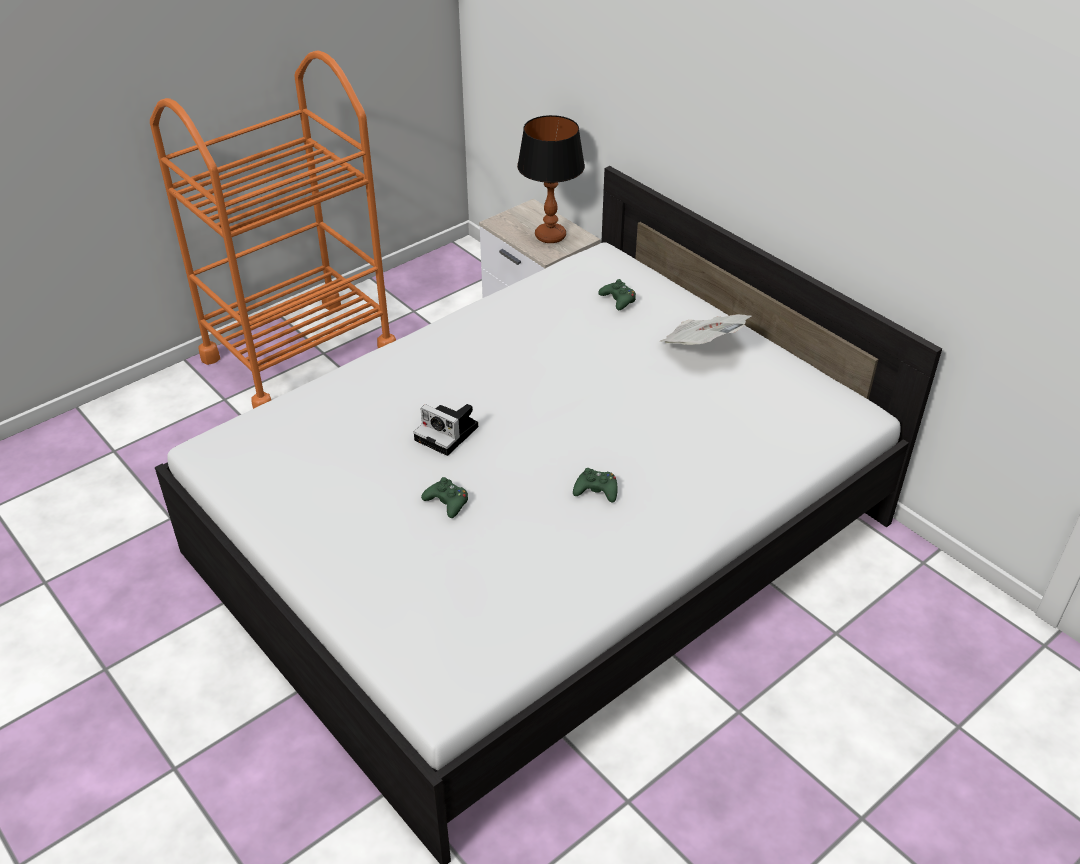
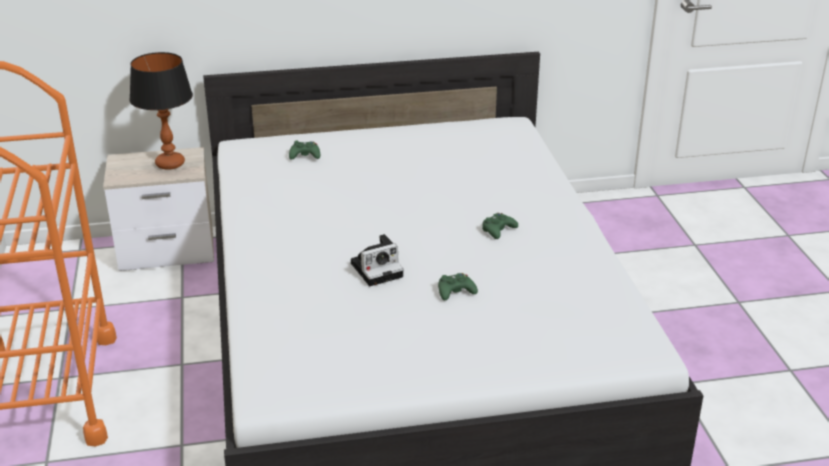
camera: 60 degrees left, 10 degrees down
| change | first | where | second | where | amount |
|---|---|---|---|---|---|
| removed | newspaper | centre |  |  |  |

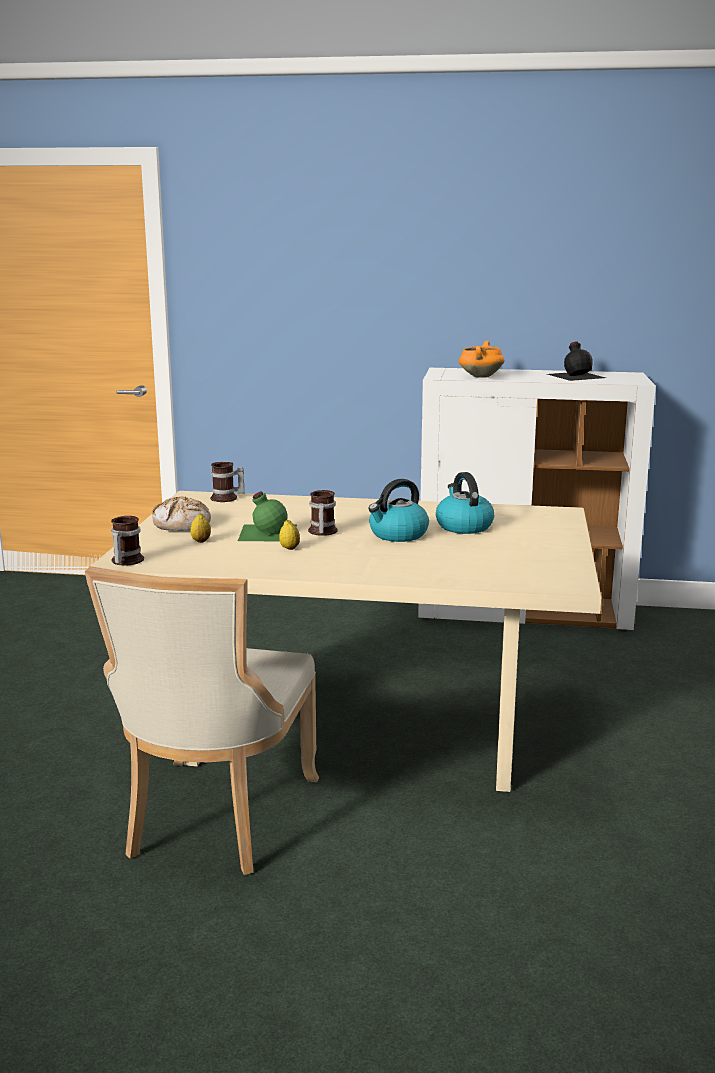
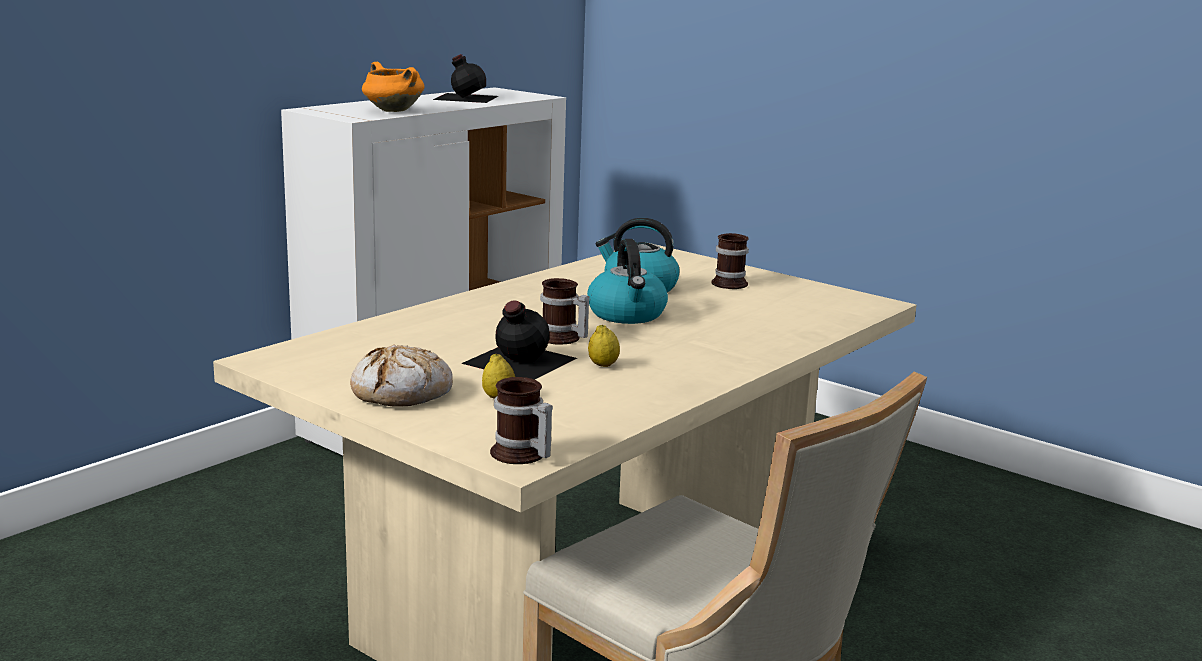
camera: 60 degrees left, 0 degrees up
| change | first | where | second | where | amount |
|---|---|---|---|---|---|
| recoloured | green bottle | centre | black bottle (2nd from left) | centre |  |
| moved | mug (2nd from left in the first image) | middle left | mug (3rd from left) | centre |  |

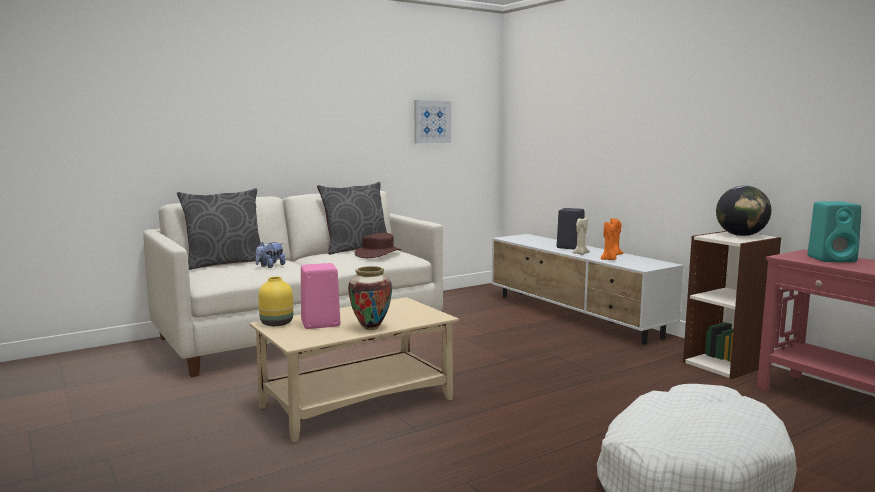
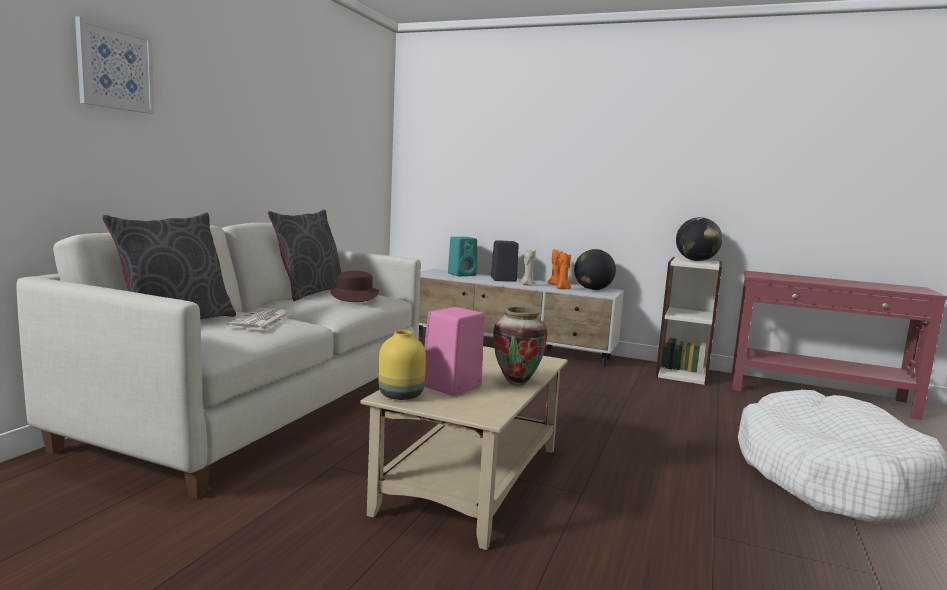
camera: 35 degrees left, 0 degrees up
| change | first | where | second | where | amount |
|---|---|---|---|---|---|
| moved | picture | top centre |  | top left |  |
| replaced | plush toy | middle left | newspaper | middle left |  |
| moved | turquoise speaker | middle right |  | centre |  |
| added |  |  | globe (1st from left) | centre |  |

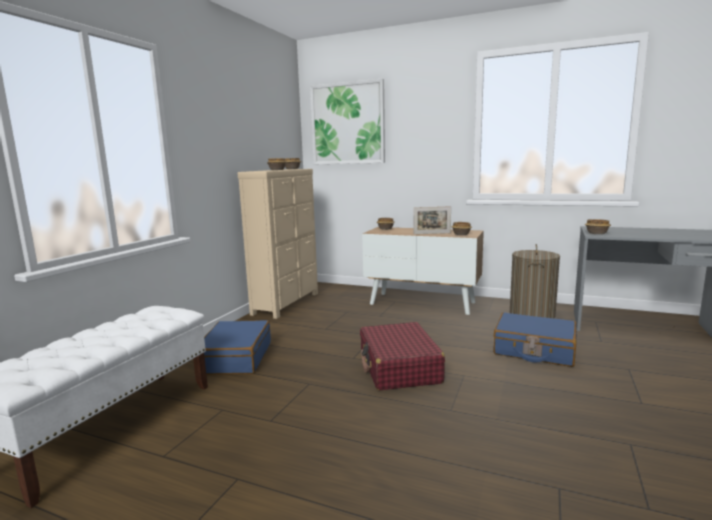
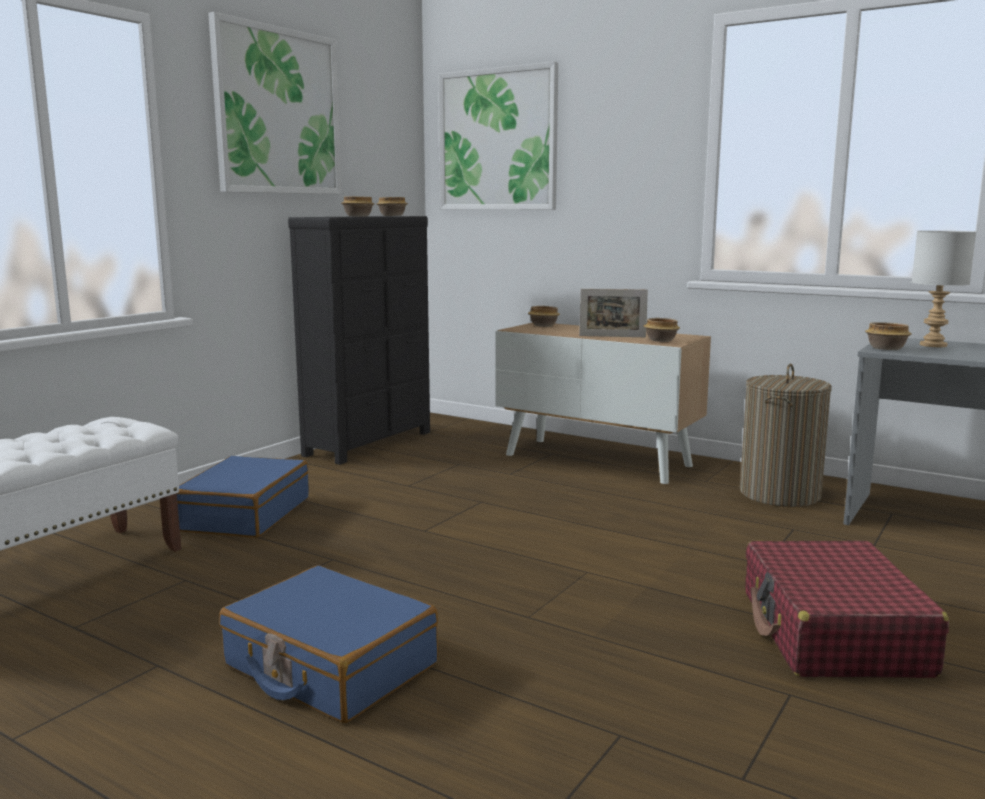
camera: 10 degrees right, 0 degrees up
| change | first | where | second | where | amount |
|---|---|---|---|---|---|
| added |  |  | picture (1st from left) | top left |  |
| moved | blue suitcase (2nd from left) | middle right |  | bottom left |  |
| recoloured | beige dresser | centre | black dresser | centre |  |
| moved | red suitcase | bottom centre |  | bottom right |  |
| added |  |  | grey table lamp | middle right |  |

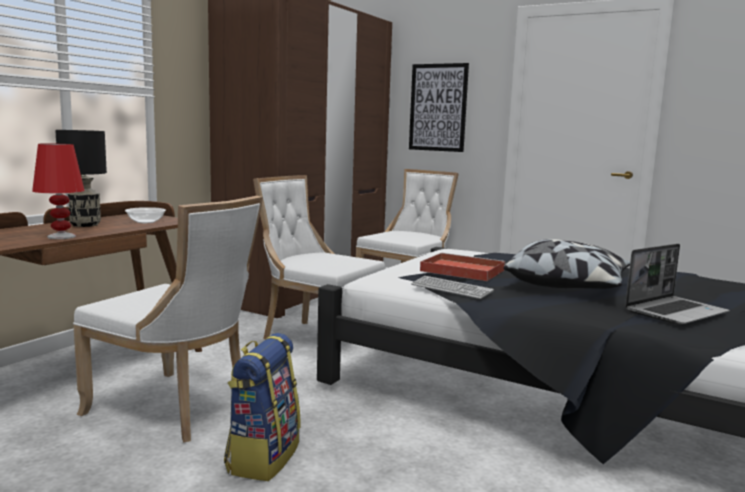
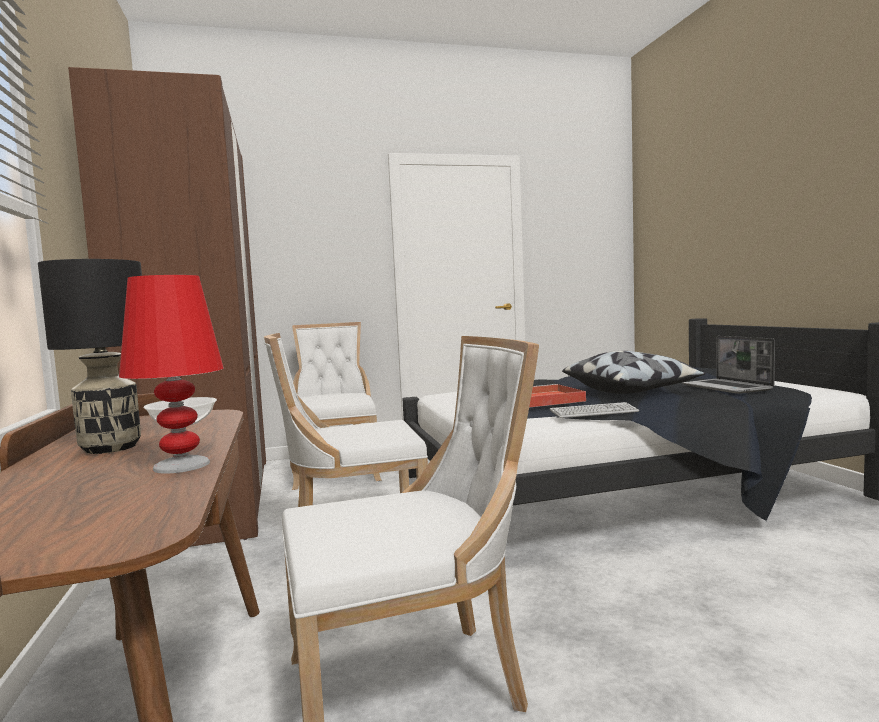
camera: 45 degrees left, 5 degrees down
| change | first | where | second | where | amount |
|---|---|---|---|---|---|
| turned | laptop | middle right |  | middle right | 150 degrees clockwise |
| removed | backpack | bottom centre |  |  |  |
| removed | picture | top centre |  |  |  |

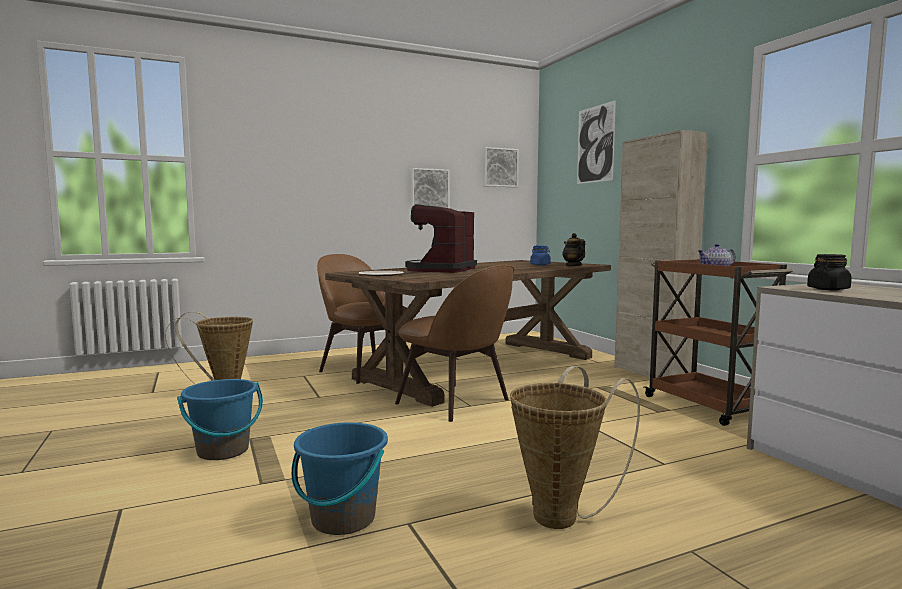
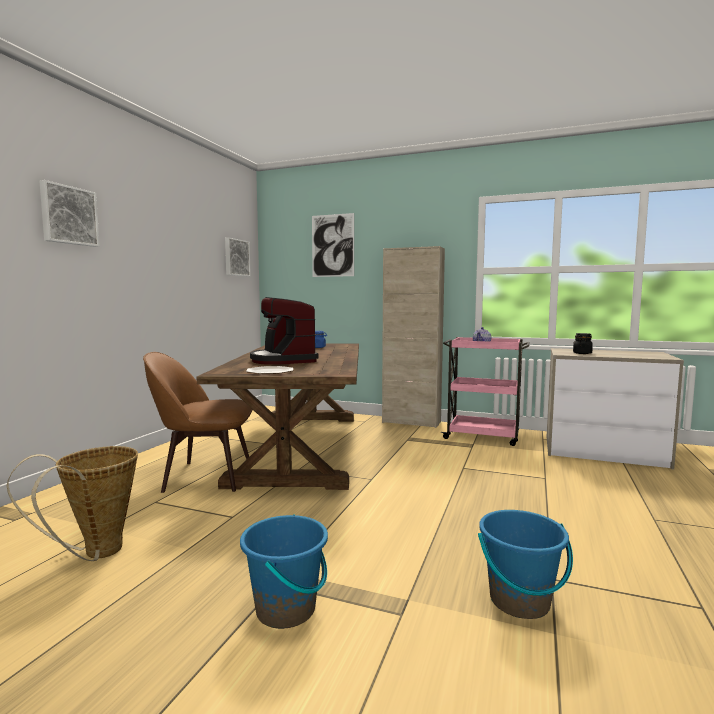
camera: 45 degrees left, 0 degrees up
| change | first | where | second | where | amount |
|---|---|---|---|---|---|
| moved | picture (1st from left) | top centre |  | top left |  |
| recoloured | brown cart | middle right | pink cart | middle right |  |
| removed | brown chair (2nd from left) | centre |  |  |  |
| removed | basket (2nd from left) | bottom centre |  |  |  |
| removed | teapot (1st from left) | centre |  |  |  |

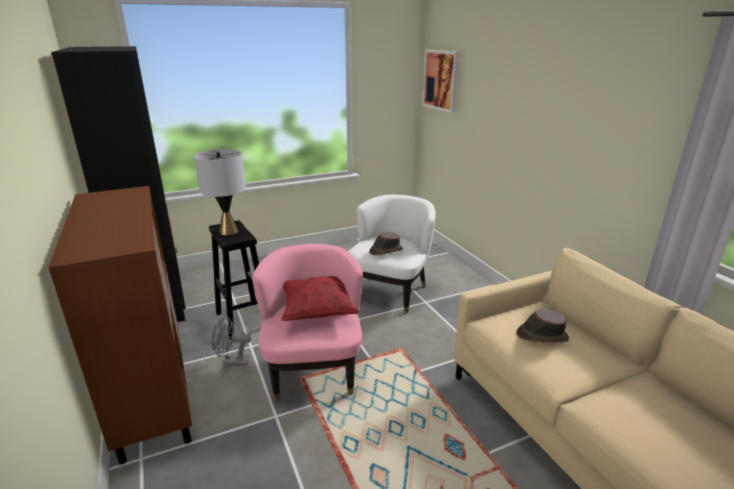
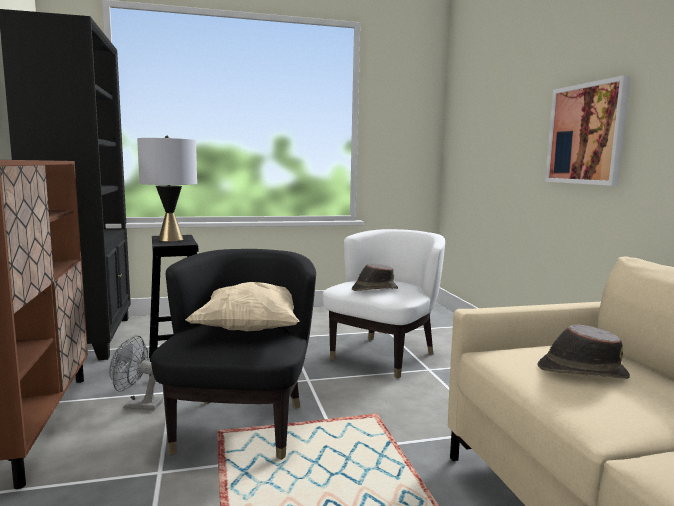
camera: 10 degrees right, 15 degrees down
| change | first | where | second | where | amount |
|---|---|---|---|---|---|
| recoloured | pink armchair | centre | black armchair | bottom centre |  |
| recoloured | red pillow | centre | beige pillow | centre |  |
| moved | picture | top centre |  | top right |  |

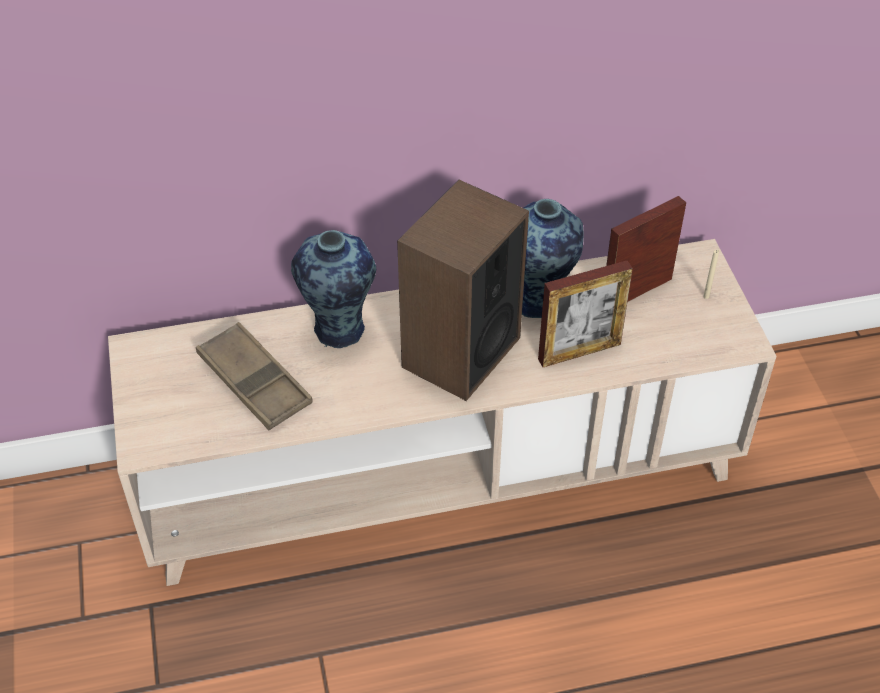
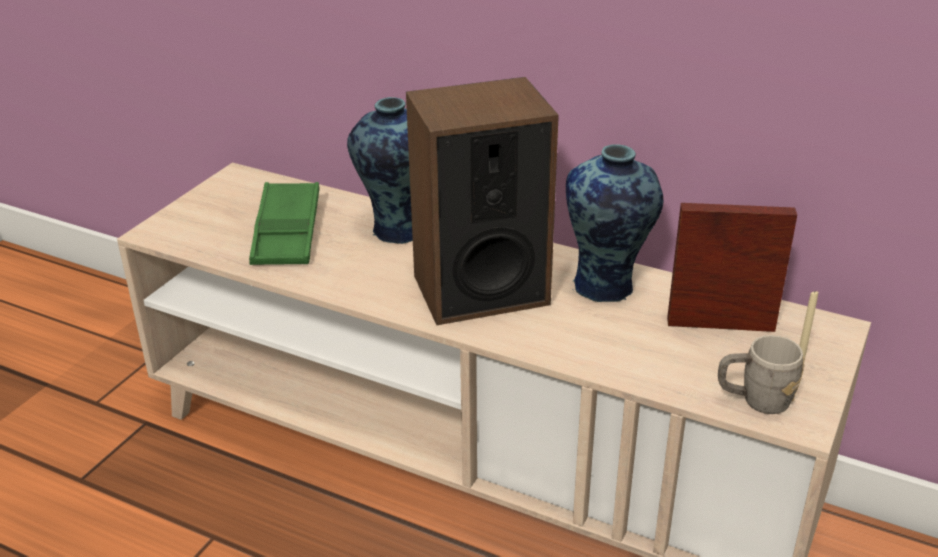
camera: 40 degrees right, 15 degrees down
| change | first | where | second | where | amount |
|---|---|---|---|---|---|
| recoloured | brown tray | middle left | green tray | middle left |  |
| added |  |  | grey mug | bottom right |  |
| removed | picture frame (1st from left) | centre |  |  |  |

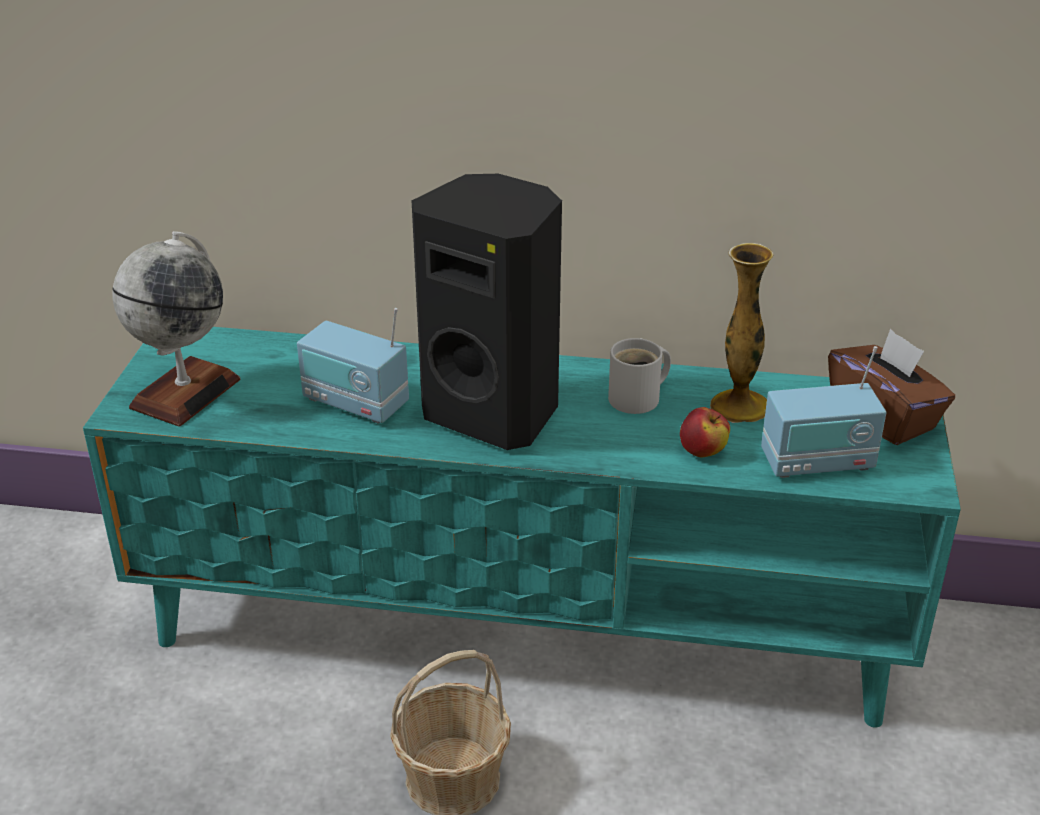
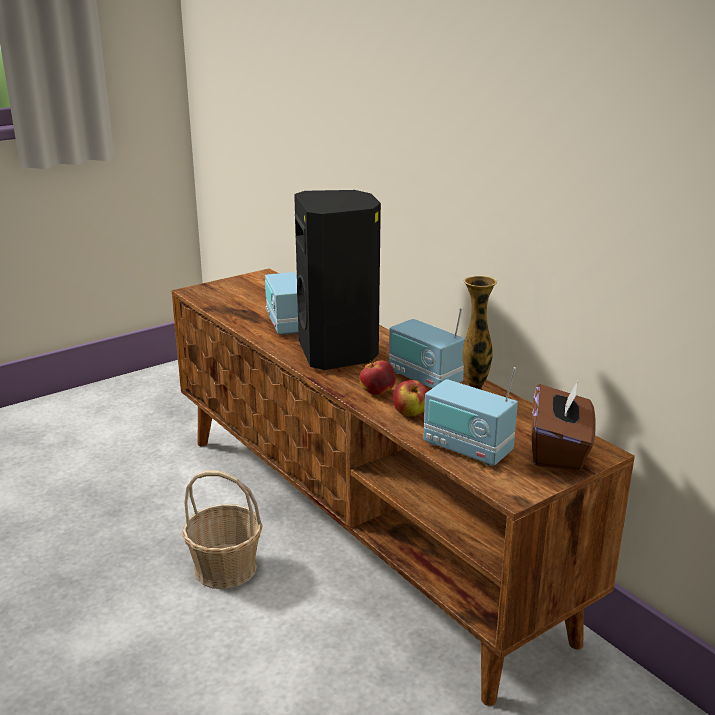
camera: 45 degrees right, 10 degrees down
| change | first | where | second | where | amount |
|---|---|---|---|---|---|
| recoloured | turquoise tv stand | centre | brown tv stand | bottom centre |  |
| added |  |  | apple (1st from left) | centre |  |
| replaced | white mug | centre | radio (2nd from left) | centre |  |
| removed | globe | middle left |  |  |  |

